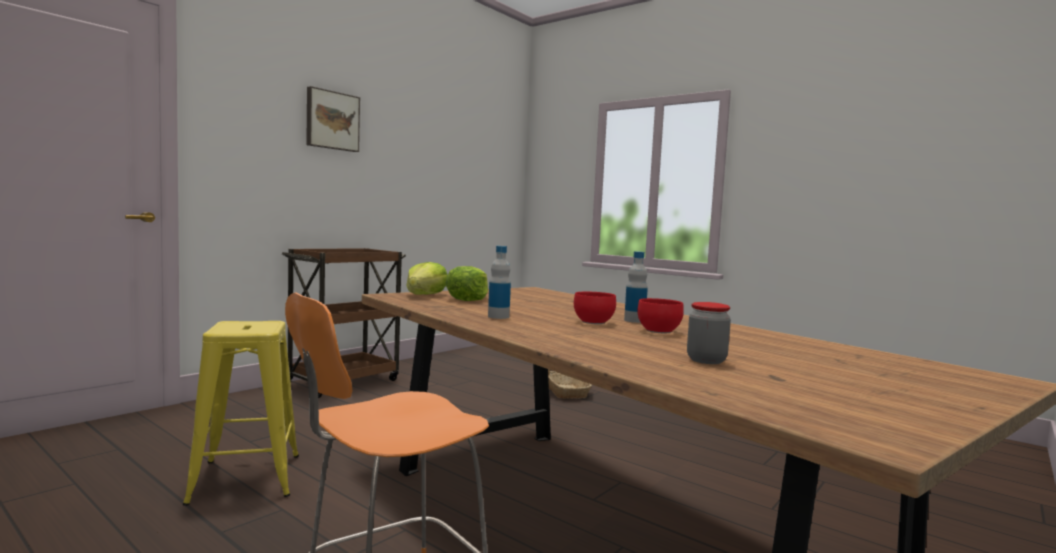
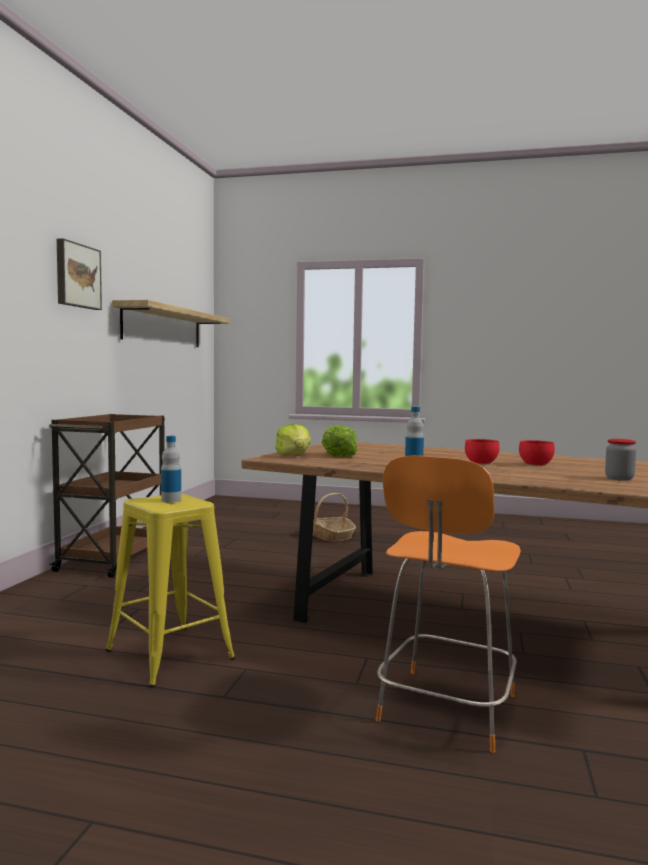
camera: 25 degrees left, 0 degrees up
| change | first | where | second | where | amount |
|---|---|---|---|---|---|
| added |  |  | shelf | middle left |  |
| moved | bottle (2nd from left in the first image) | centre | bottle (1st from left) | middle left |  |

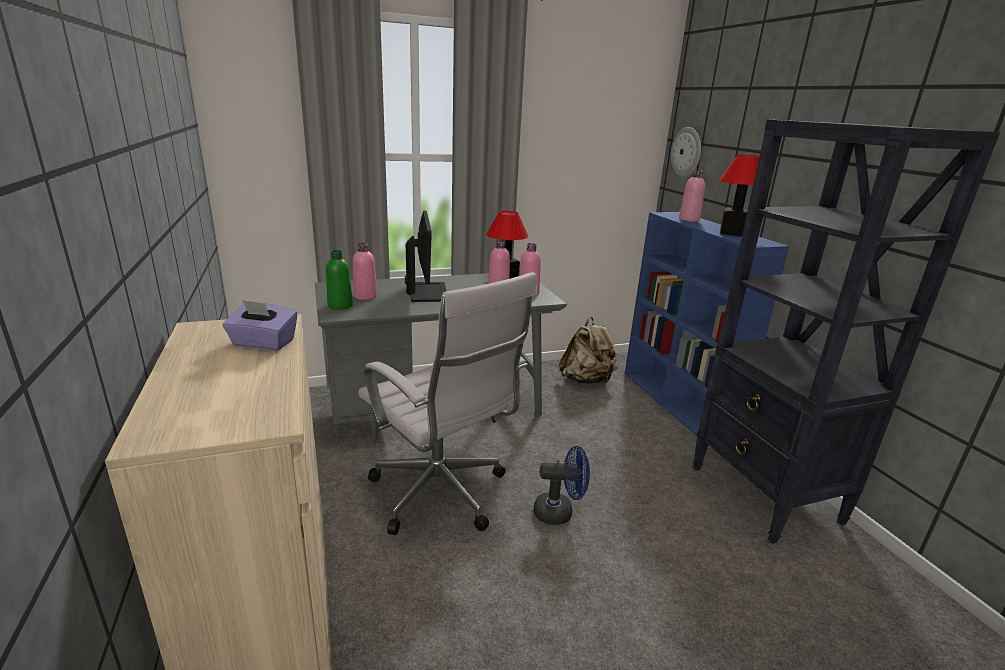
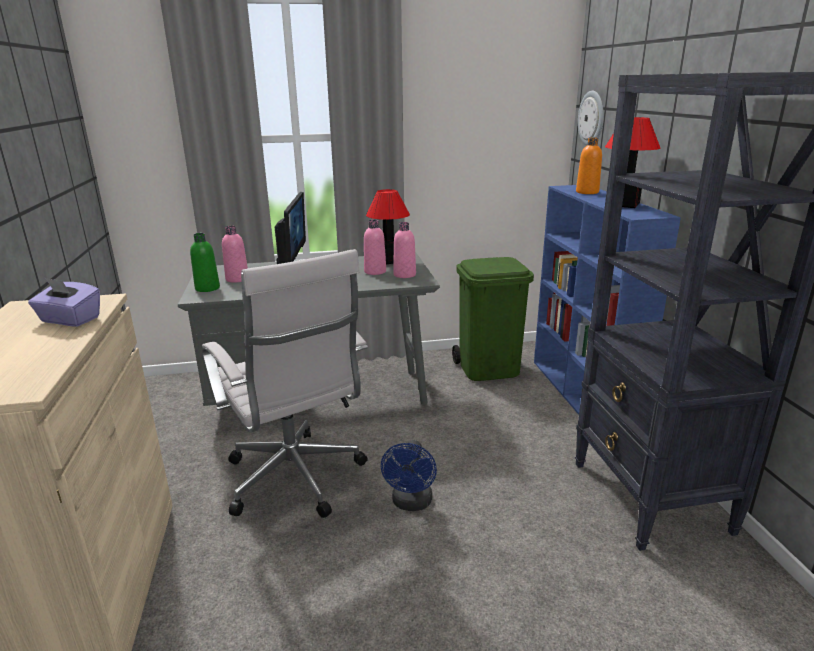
camera: 10 degrees right, 0 degrees up
| change | first | where | second | where | amount |
|---|---|---|---|---|---|
| turned | blue fan | bottom centre |  | bottom centre | 90 degrees clockwise |
| replaced | beige backpack | centre | green trash can | centre |  |
| recoloured | pink bottle (4th from left) | top right | orange bottle | top right |  |

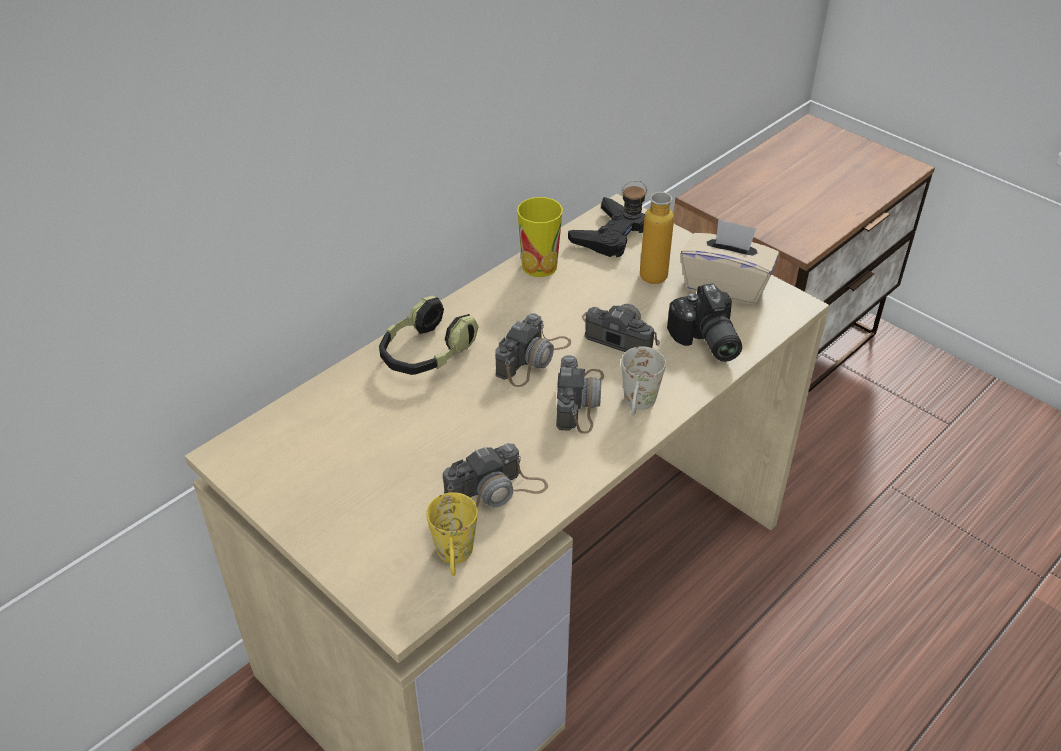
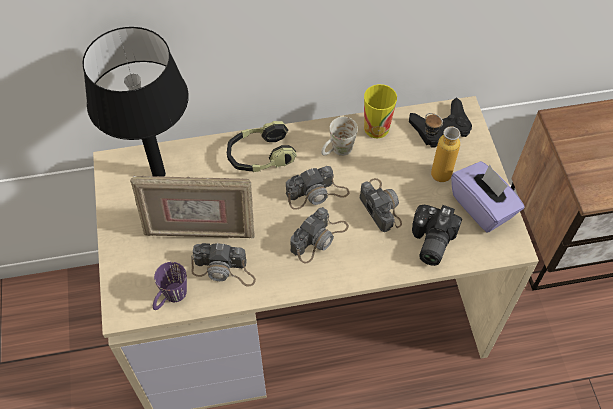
camera: 35 degrees right, 15 degrees up
| change | first | where | second | where | amount |
|---|---|---|---|---|---|
| added |  |  | black table lamp | top left |  |
| added |  |  | picture frame | middle left |  |
| recoloured | yellow mug | bottom centre | purple mug | bottom left |  |
| moved | white mug | centre |  | top centre |  |
| recoloured | beige tissue box | middle right | purple tissue box | middle right |  |

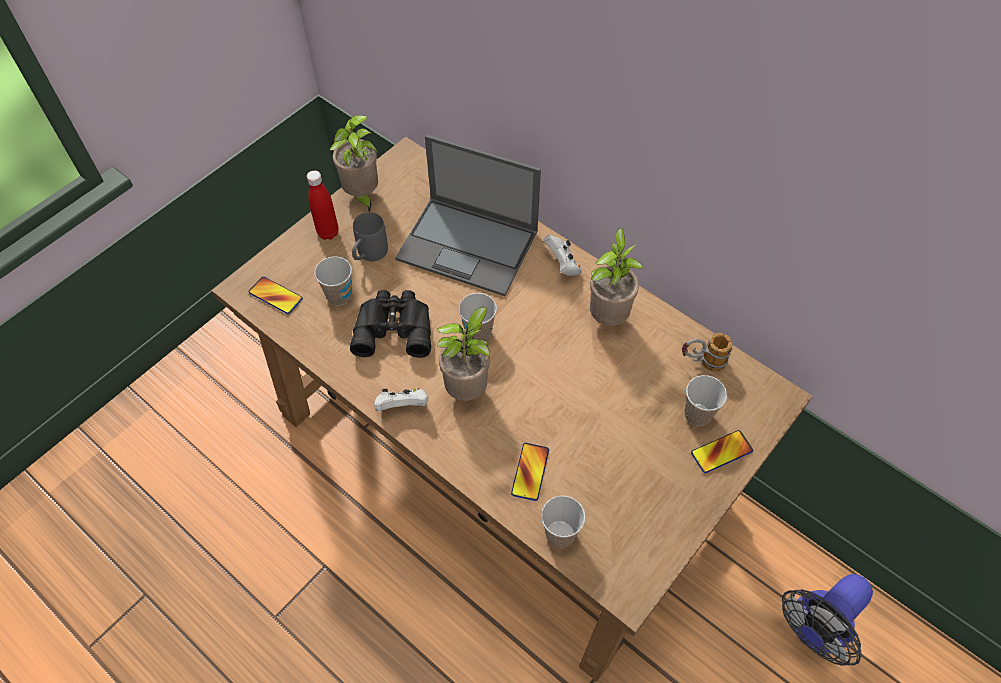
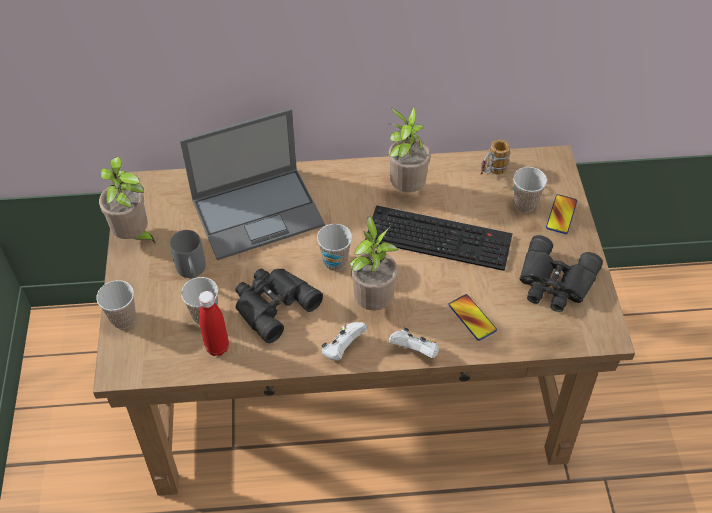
camera: 45 degrees left, 5 degrees down
| change | first | where | second | where | amount |
|---|---|---|---|---|---|
| moved | cup (3rd from left in the first image) | bottom centre | cup (1st from left) | middle left |  |
| moved | red bottle | top left |  | middle left |  |
| added |  |  | keyboard | centre |  |
| moved | white game controller (2nd from left) | centre |  | bottom centre |  |
| added |  |  | black binoculars (2nd from left) | middle right |  |
| removed | phone (1st from left) | middle left |  |  |  |
| removed | fan | bottom right |  |  |  |

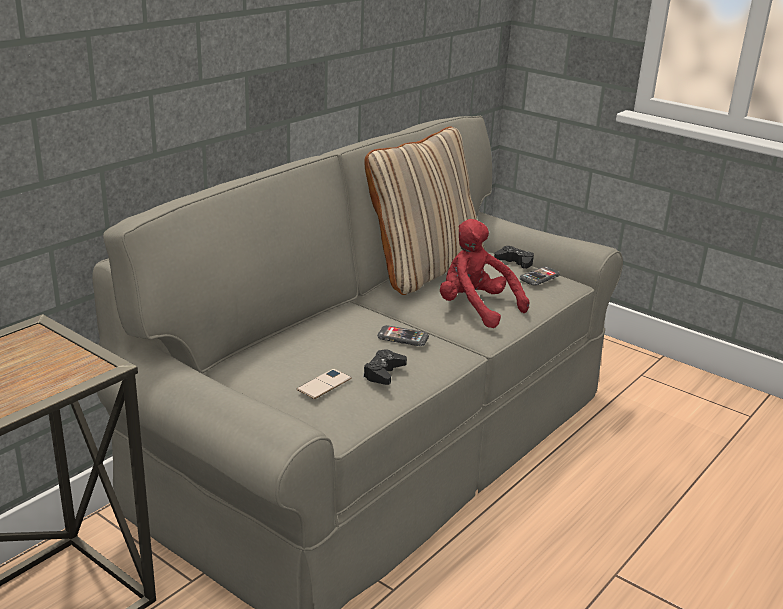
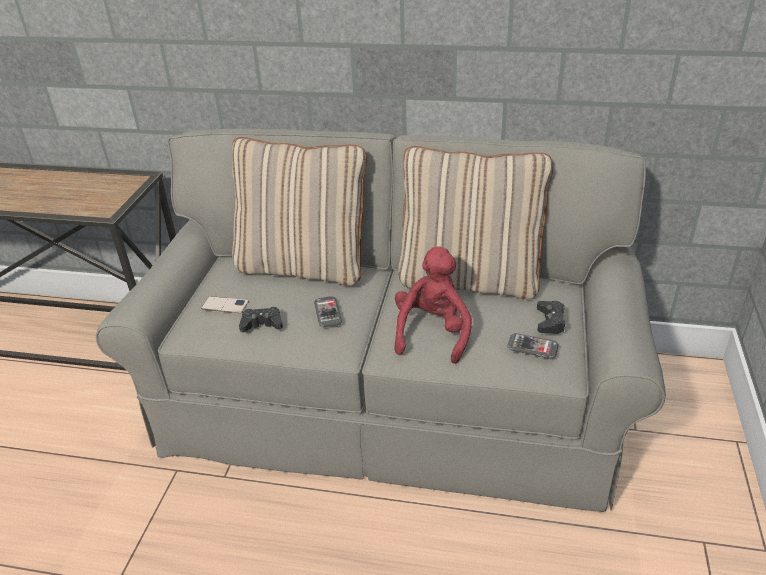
camera: 65 degrees right, 10 degrees up
| change | first | where | second | where | amount |
|---|---|---|---|---|---|
| added |  |  | beige pillow (1st from left) | centre |  |

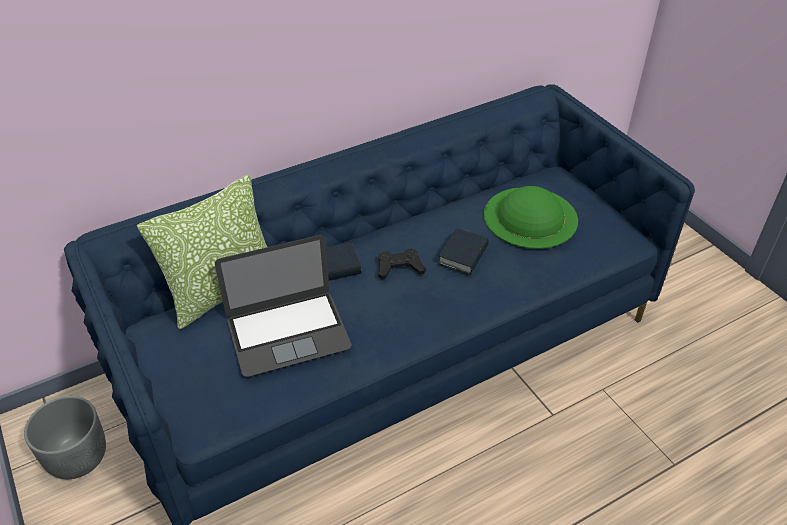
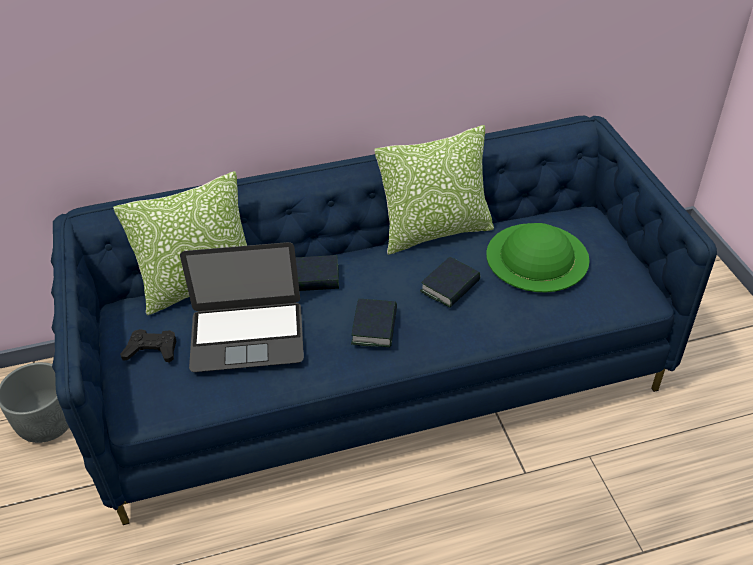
camera: 15 degrees right, 0 degrees up
| change | first | where | second | where | amount |
|---|---|---|---|---|---|
| moved | black game controller | centre |  | middle left |  |
| added |  |  | book (2nd from left) | centre |  |
| added |  |  | pillow (2nd from left) | centre |  |

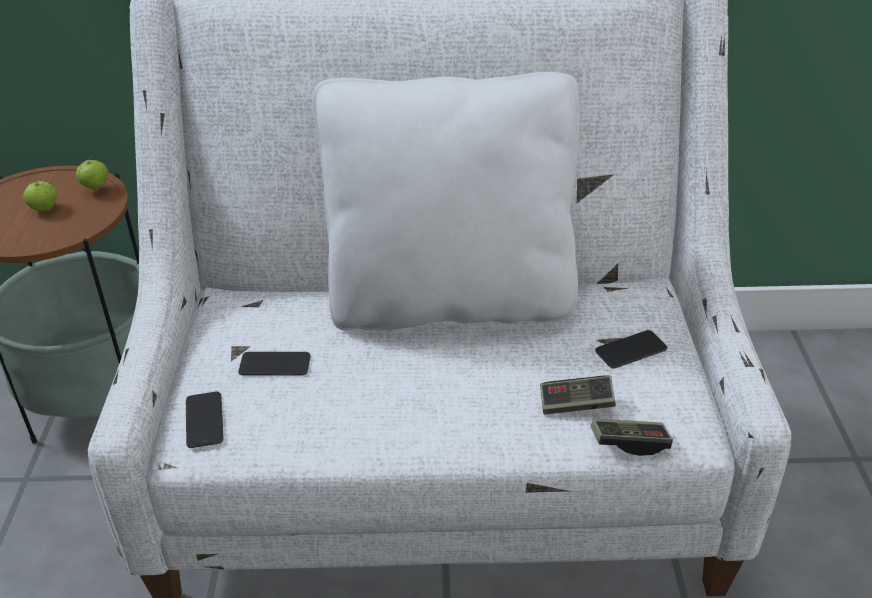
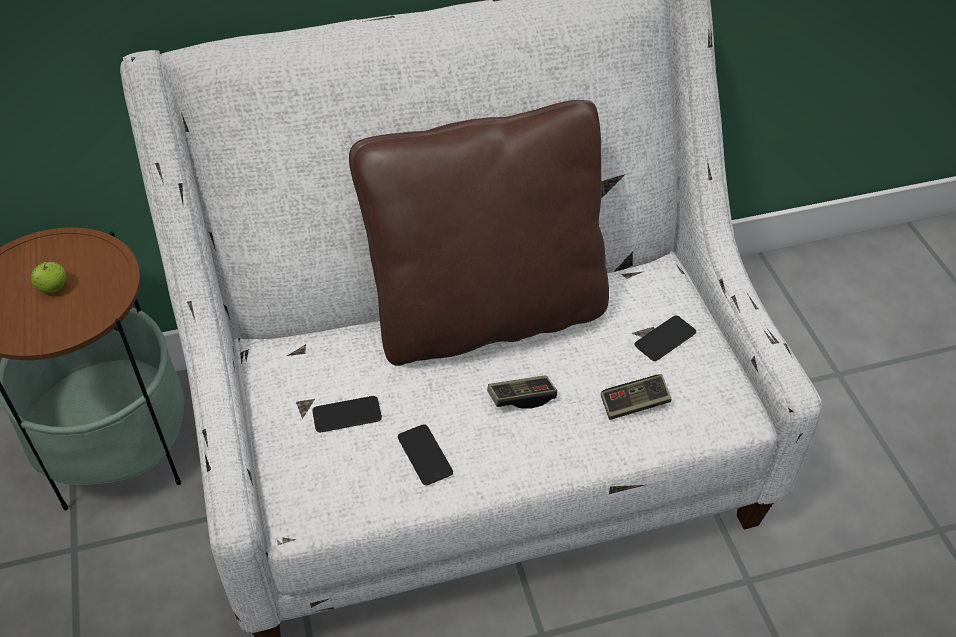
camera: 15 degrees left, 10 degrees up
| change | first | where | second | where | amount |
|---|---|---|---|---|---|
| recoloured | white pillow | centre | brown pillow | centre |  |
| moved | phone (1st from left in the first image) | bottom left | phone (2nd from left) | bottom centre |  |
| moved | game controller (2nd from left in the first image) | bottom right | game controller (1st from left) | centre |  |
| removed | apple (2nd from left) | top left |  |  |  |

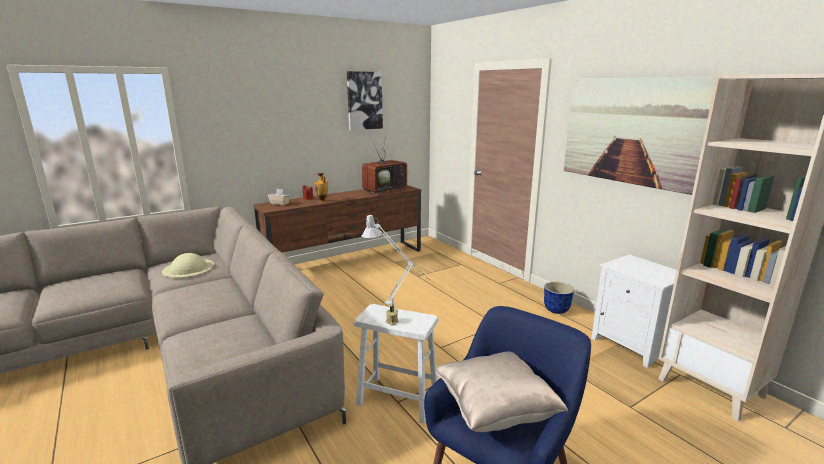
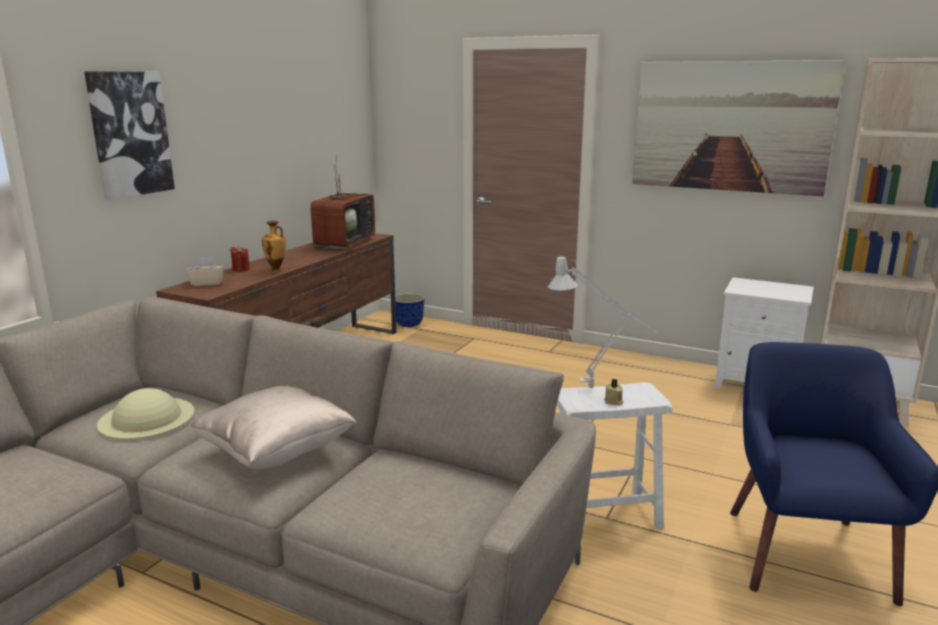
camera: 30 degrees left, 0 degrees up
| change | first | where | second | where | amount |
|---|---|---|---|---|---|
| moved | picture (1st from left) | top centre |  | top left |  |
| moved | beige pillow | bottom centre |  | bottom left |  |
| moved | planter | middle right |  | centre |  |

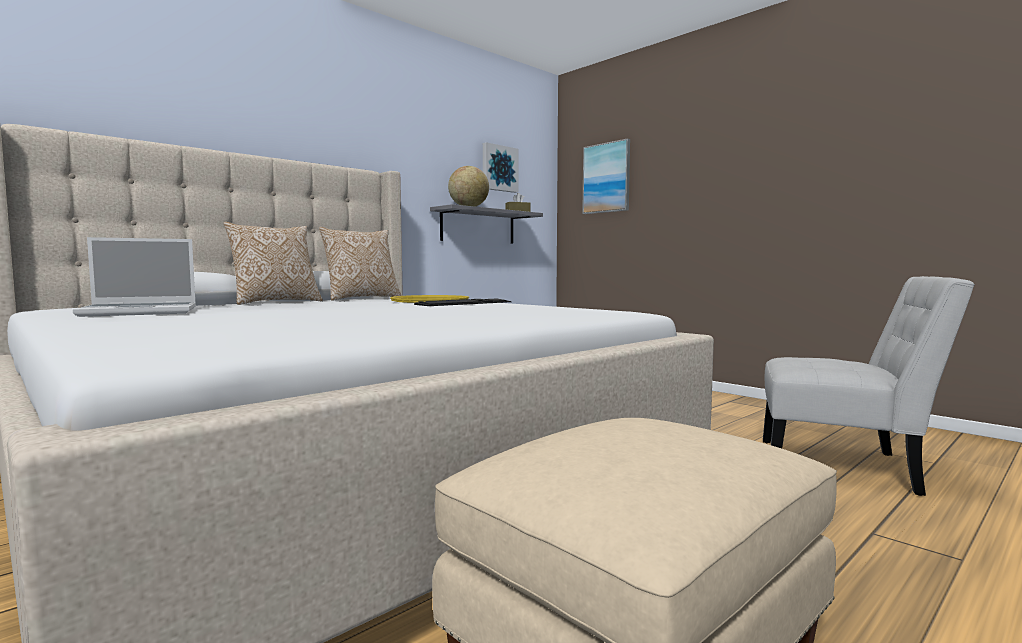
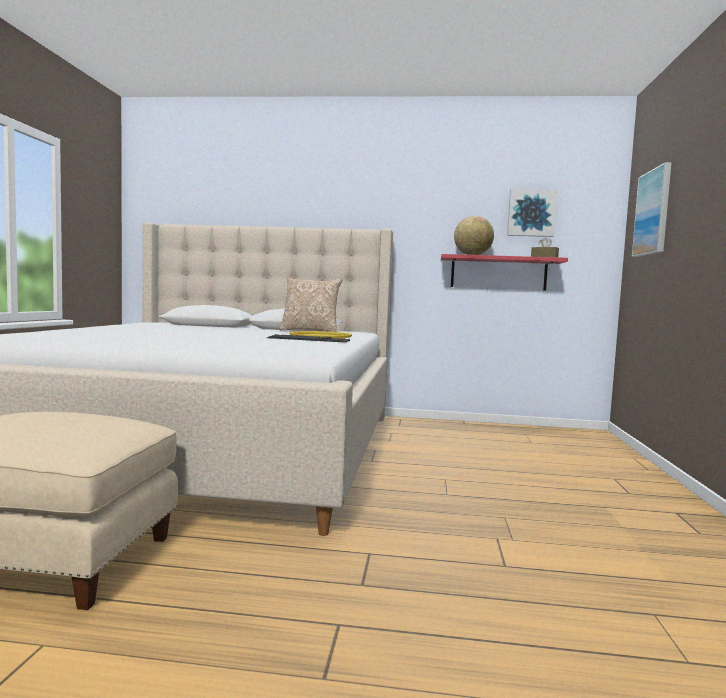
camera: 50 degrees right, 0 degrees up
| change | first | where | second | where | amount |
|---|---|---|---|---|---|
| recoloured | grey shelf | centre | red shelf | middle right |  |
| removed | laptop | middle left |  |  |  |
| removed | pillow (1st from left) | middle left |  |  |  |
| removed | white chair | middle right |  |  |  |

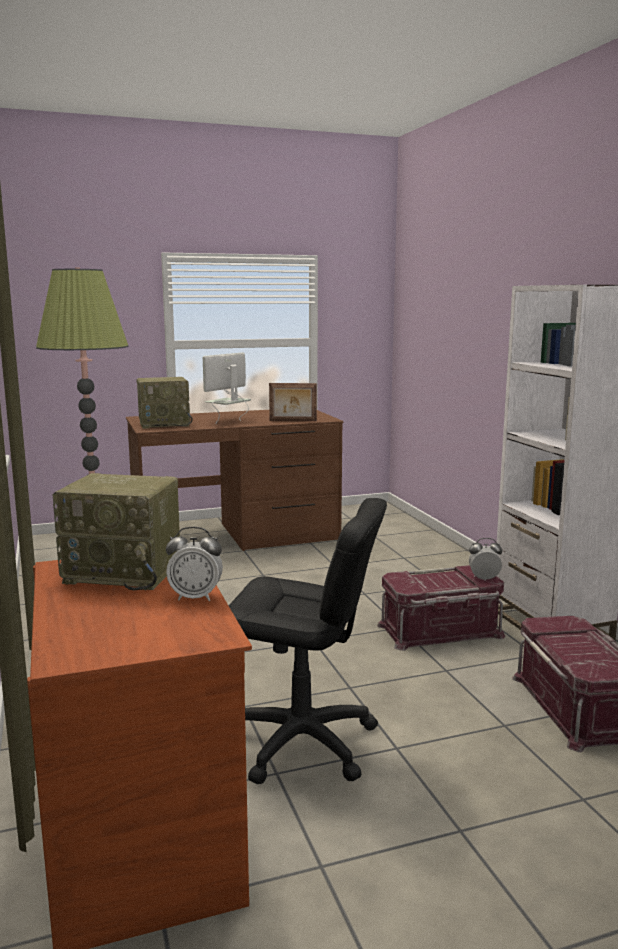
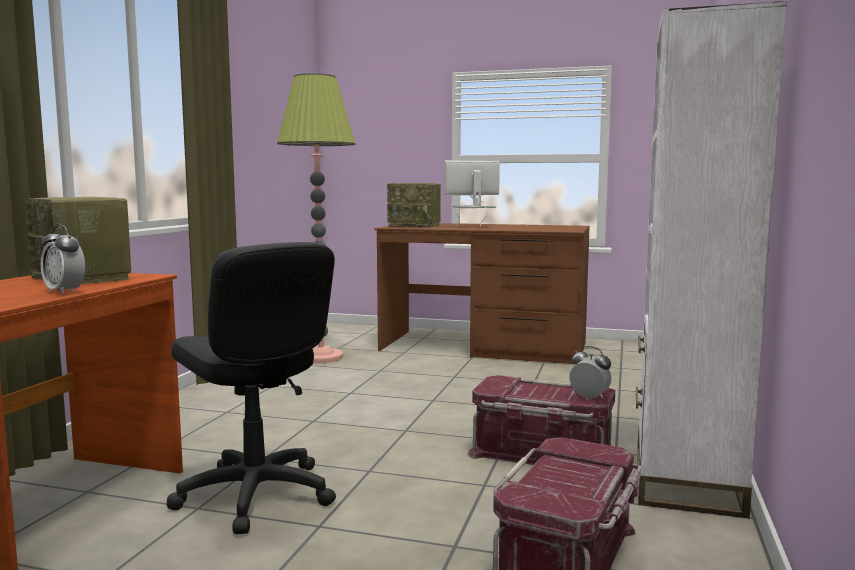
camera: 35 degrees right, 5 degrees down
| change | first | where | second | where | amount |
|---|---|---|---|---|---|
| removed | picture frame | centre |  |  |  |

